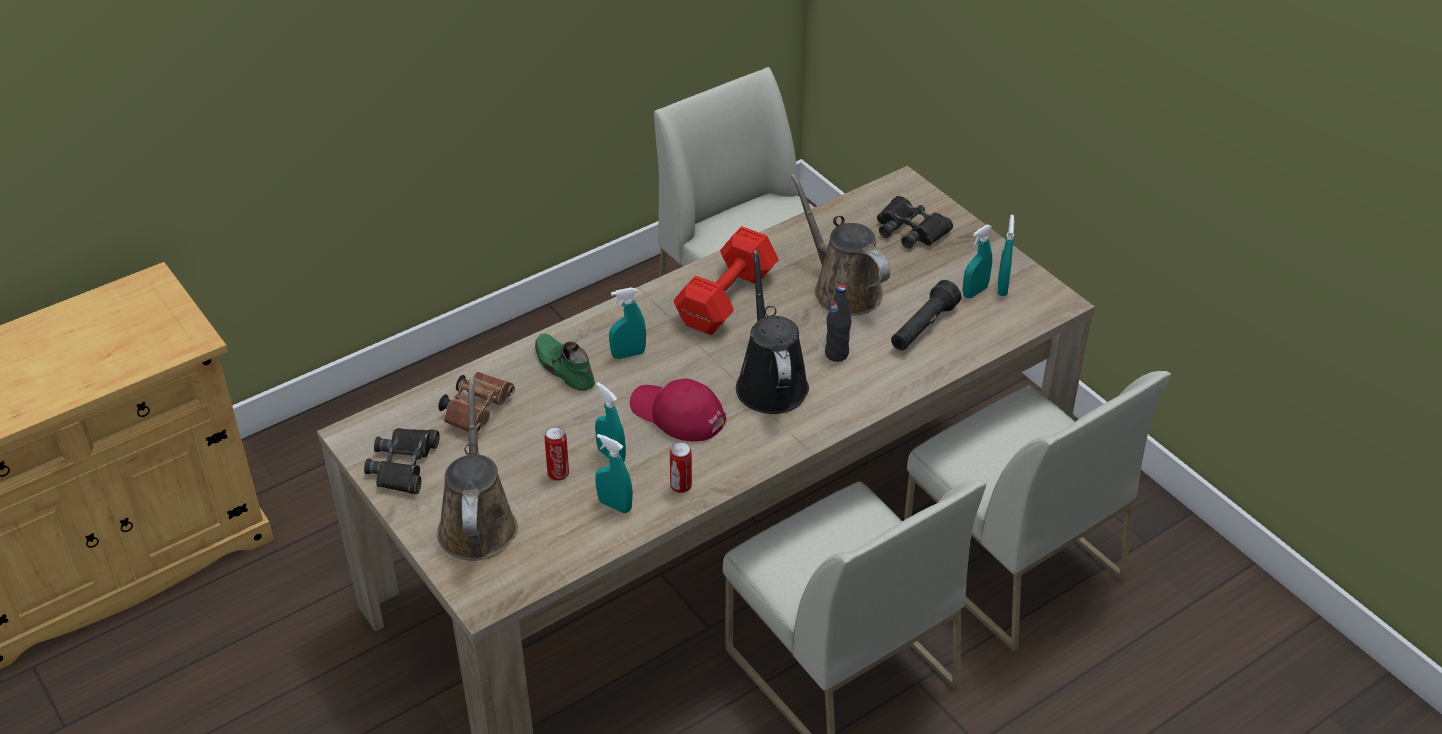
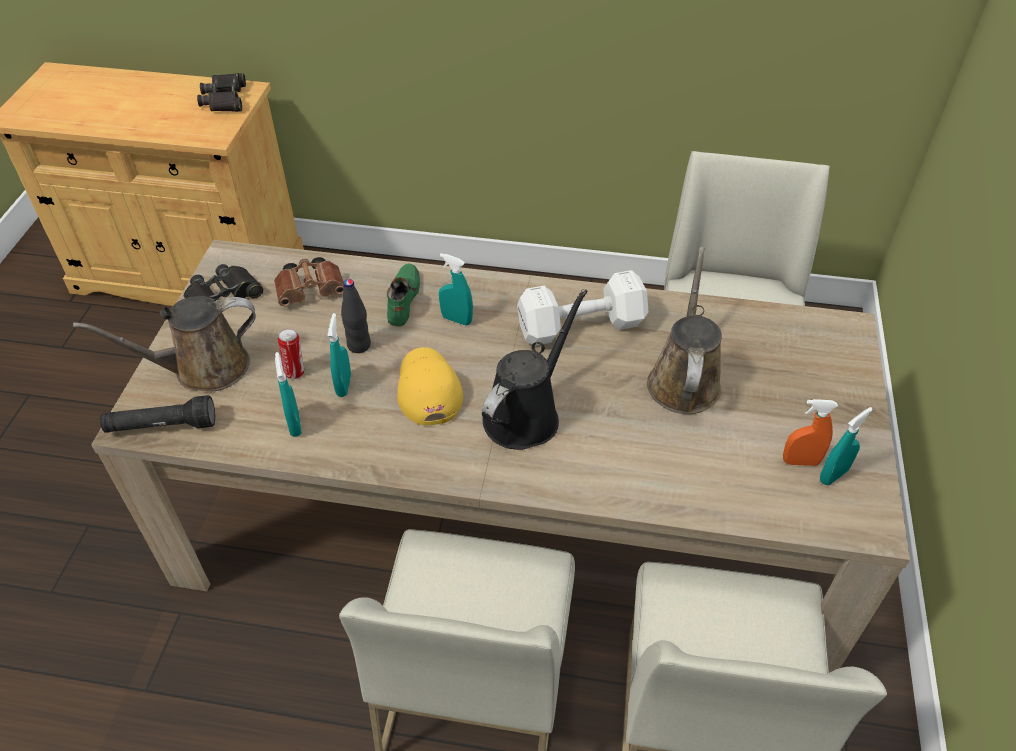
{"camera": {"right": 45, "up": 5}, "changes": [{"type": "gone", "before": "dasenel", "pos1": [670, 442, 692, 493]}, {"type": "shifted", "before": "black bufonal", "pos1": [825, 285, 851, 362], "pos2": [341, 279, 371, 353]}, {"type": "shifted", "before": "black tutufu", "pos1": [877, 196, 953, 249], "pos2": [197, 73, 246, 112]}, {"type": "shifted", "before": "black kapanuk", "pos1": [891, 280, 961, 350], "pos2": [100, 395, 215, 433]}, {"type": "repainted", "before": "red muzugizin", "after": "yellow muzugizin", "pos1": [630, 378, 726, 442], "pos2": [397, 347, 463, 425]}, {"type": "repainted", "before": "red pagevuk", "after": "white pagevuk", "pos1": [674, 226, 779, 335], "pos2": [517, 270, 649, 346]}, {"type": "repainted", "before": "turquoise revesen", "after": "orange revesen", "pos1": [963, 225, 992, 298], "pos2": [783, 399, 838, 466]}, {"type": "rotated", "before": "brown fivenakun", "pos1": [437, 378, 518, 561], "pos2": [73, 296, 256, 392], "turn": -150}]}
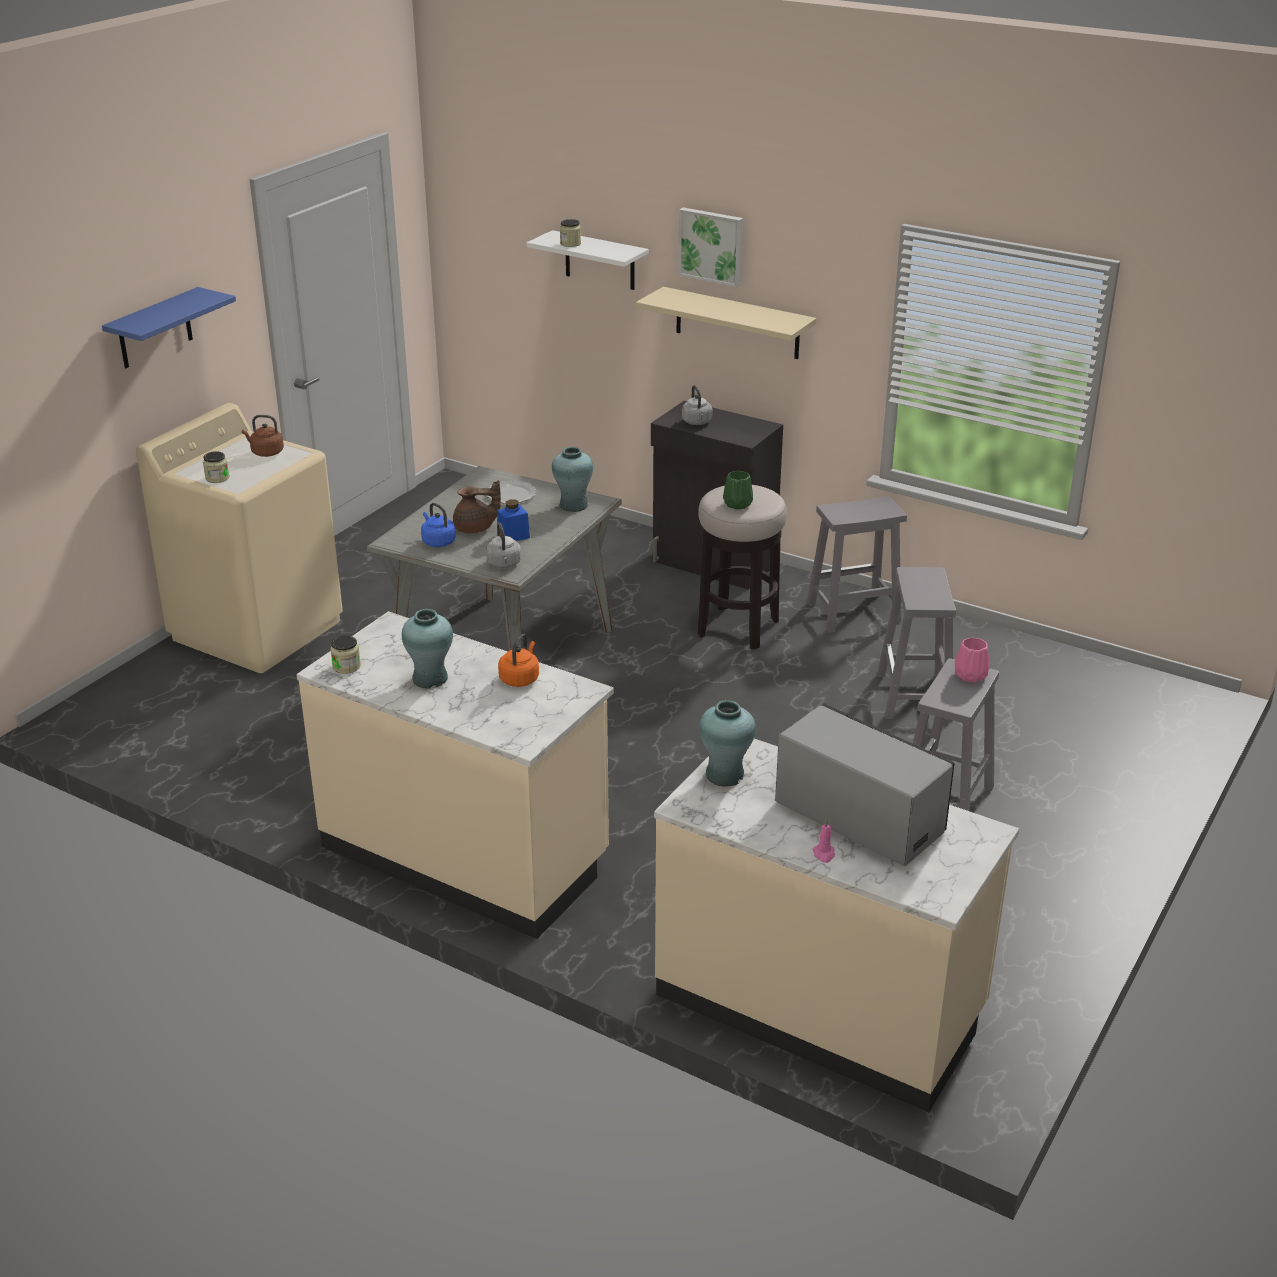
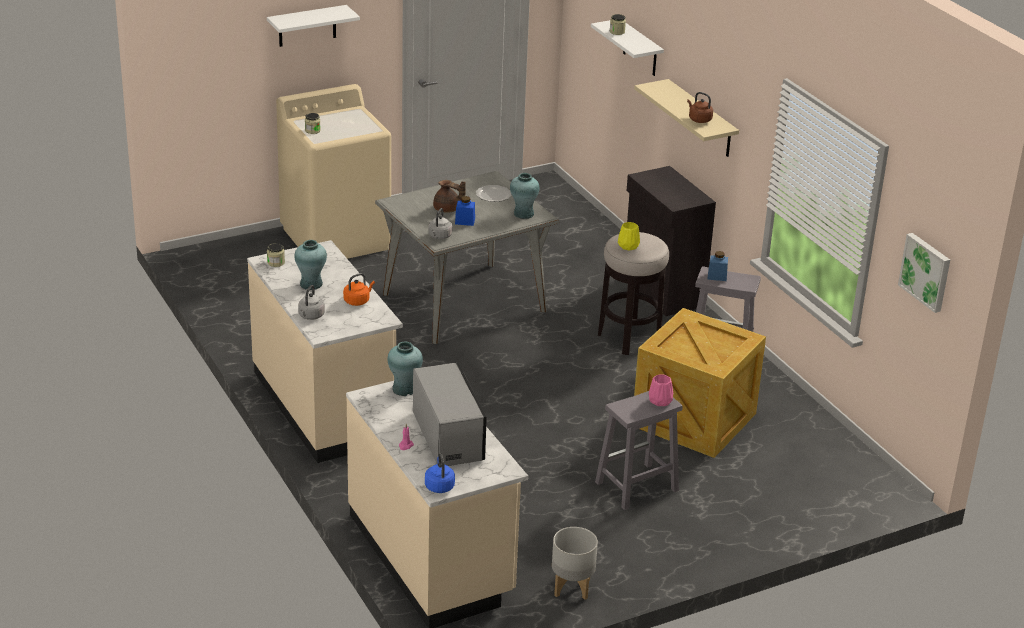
{"camera": {"right": 30, "up": 0}, "changes": [{"type": "new", "after": "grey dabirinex", "pos2": [552, 527, 598, 600]}, {"type": "new", "after": "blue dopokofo", "pos2": [708, 251, 728, 281]}, {"type": "shifted", "before": "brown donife", "pos1": [242, 415, 284, 457], "pos2": [687, 92, 713, 123]}, {"type": "shifted", "before": "blue donife", "pos1": [421, 503, 456, 547], "pos2": [425, 453, 455, 493]}, {"type": "shifted", "before": "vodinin", "pos1": [678, 207, 743, 287], "pos2": [898, 233, 950, 313]}, {"type": "shifted", "before": "grey donife", "pos1": [682, 385, 712, 425], "pos2": [298, 285, 325, 320]}, {"type": "swapped", "before": "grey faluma", "after": "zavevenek", "pos1": [877, 567, 956, 720], "pos2": [634, 308, 766, 458]}, {"type": "repainted", "before": "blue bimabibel", "after": "white bimabibel", "pos1": [102, 287, 236, 368], "pos2": [267, 5, 360, 47]}, {"type": "repainted", "before": "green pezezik", "after": "yellow pezezik", "pos1": [723, 471, 753, 509], "pos2": [618, 222, 640, 251]}]}
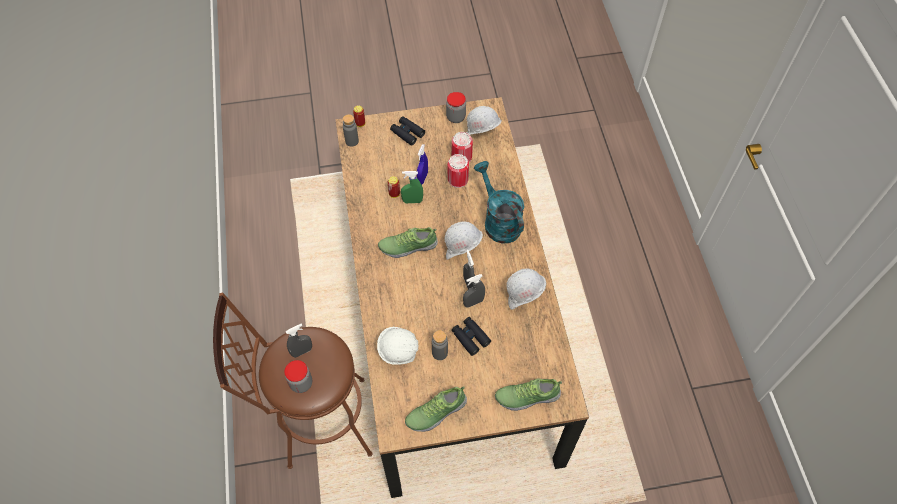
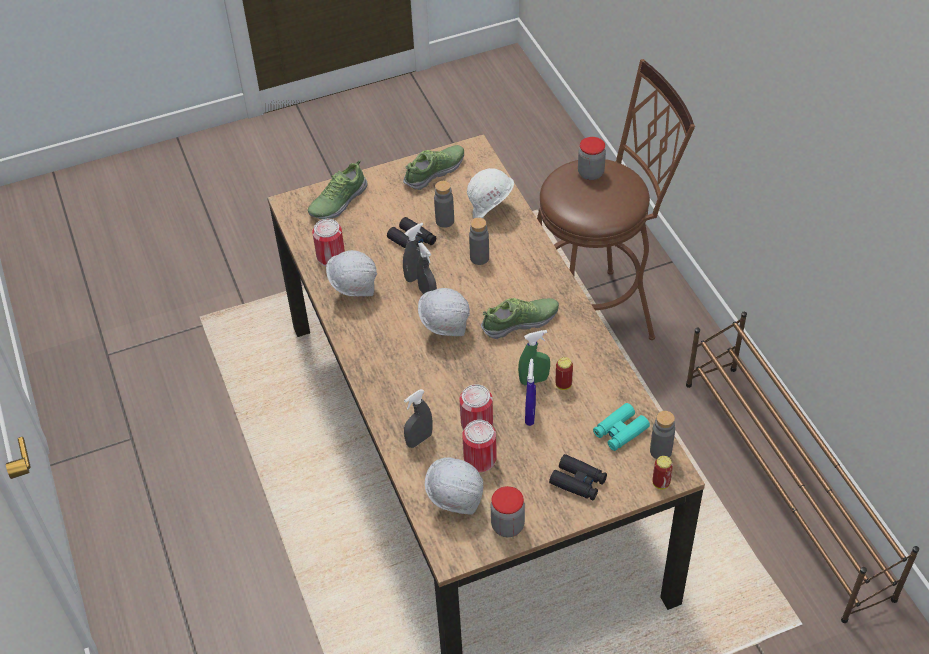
{"camera": {"right": 170, "up": -10}, "changes": [{"type": "gone", "before": "turquoise fivenakun", "pos1": [474, 161, 524, 244]}, {"type": "new", "after": "dasenel", "pos2": [312, 219, 345, 266]}, {"type": "new", "after": "grey bufonal", "pos2": [469, 217, 489, 265]}, {"type": "new", "after": "turquoise tutufu", "pos2": [593, 403, 650, 451]}, {"type": "new", "after": "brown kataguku", "pos2": [686, 312, 919, 623]}, {"type": "shifted", "before": "grey revesen", "pos1": [286, 323, 312, 358], "pos2": [404, 389, 432, 448]}, {"type": "rotated", "before": "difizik", "pos1": [495, 378, 562, 411], "pos2": [308, 160, 367, 219], "turn": 150}]}
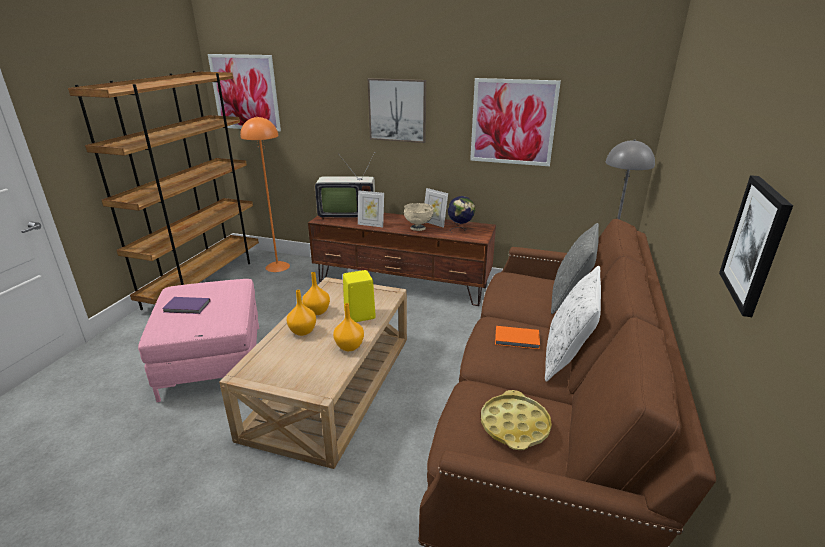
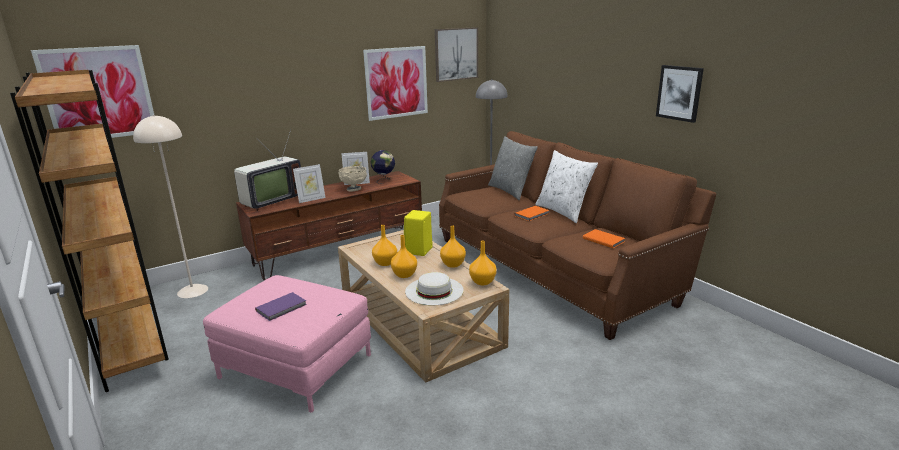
{"camera": {"right": -50, "up": -5}, "changes": [{"type": "new", "after": "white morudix", "pos2": [405, 272, 464, 306]}, {"type": "new", "after": "orange pezezik", "pos2": [469, 241, 497, 285]}, {"type": "shifted", "before": "vodinin", "pos1": [368, 78, 426, 143], "pos2": [435, 27, 478, 82]}, {"type": "swapped", "before": "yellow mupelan", "after": "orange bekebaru", "pos1": [481, 390, 552, 450], "pos2": [583, 229, 625, 248]}, {"type": "repainted", "before": "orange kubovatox", "after": "beige kubovatox", "pos1": [240, 116, 290, 272], "pos2": [133, 115, 208, 298]}]}
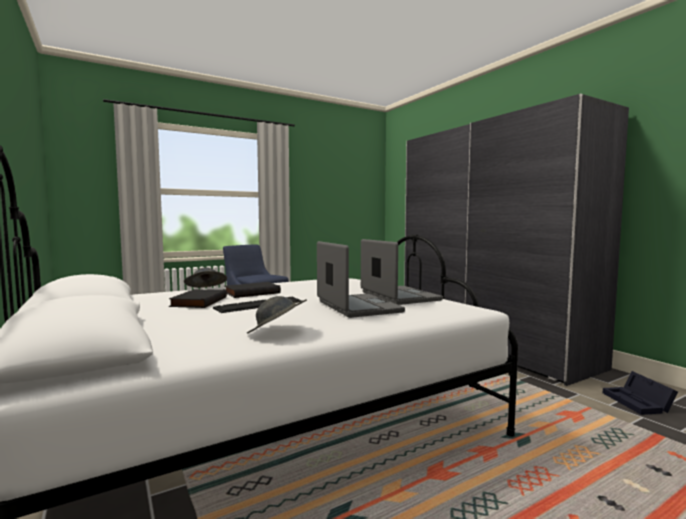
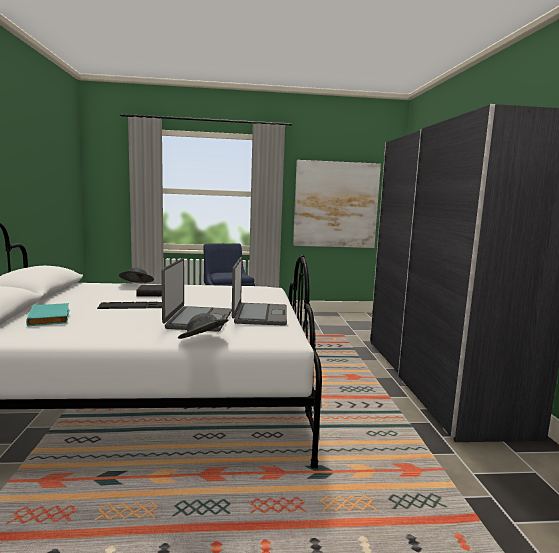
{"camera": {"right": 25, "up": 5}, "changes": [{"type": "gone", "before": "black bekebaru", "pos1": [169, 289, 227, 308]}, {"type": "gone", "before": "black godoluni", "pos1": [603, 371, 678, 415]}, {"type": "new", "after": "turquoise bekebaru", "pos2": [26, 303, 69, 327]}, {"type": "new", "after": "vodinin", "pos2": [293, 160, 381, 248]}, {"type": "shifted", "before": "grey morudix", "pos1": [247, 296, 307, 334], "pos2": [178, 313, 229, 339]}]}
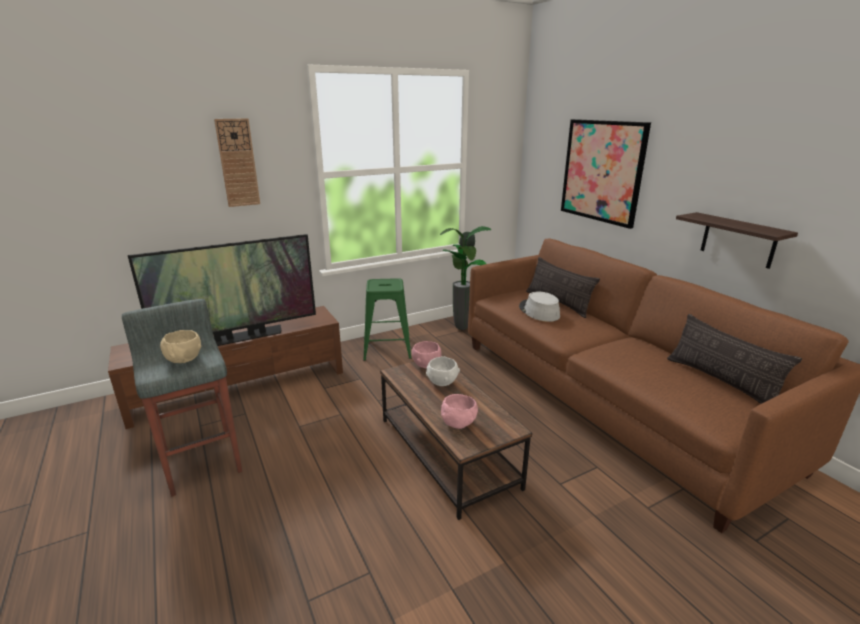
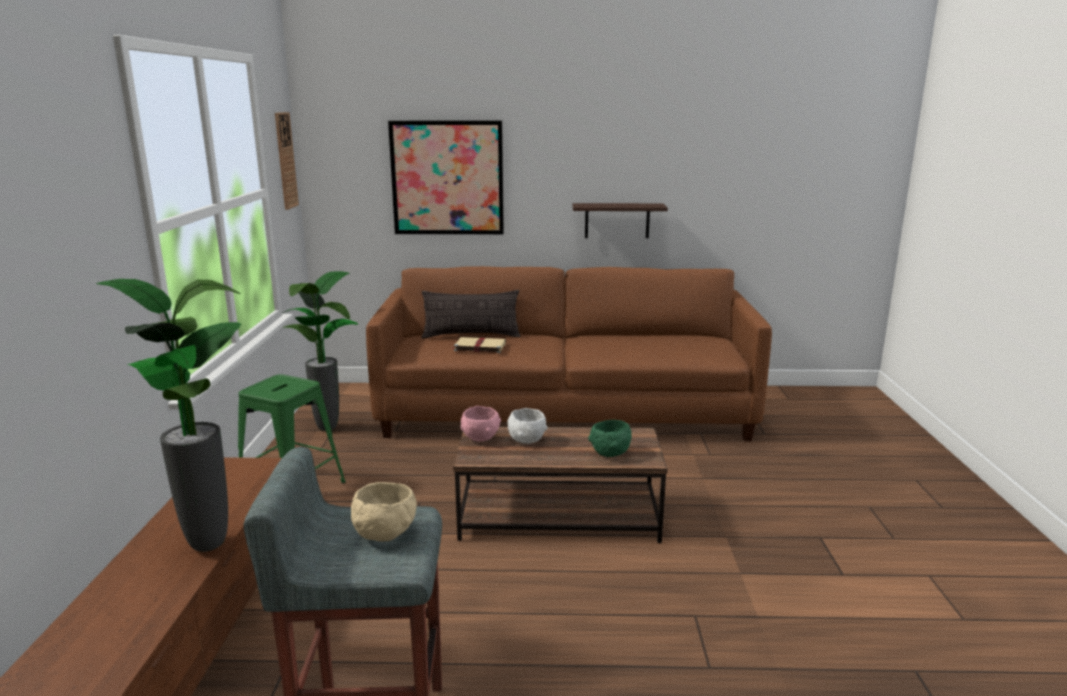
{"camera": {"right": -60, "up": -5}, "changes": [{"type": "gone", "before": "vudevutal", "pos1": [667, 314, 802, 404]}, {"type": "shifted", "before": "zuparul", "pos1": [214, 118, 260, 207], "pos2": [275, 112, 299, 210]}, {"type": "swapped", "before": "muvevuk", "after": "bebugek", "pos1": [128, 234, 316, 346], "pos2": [96, 279, 241, 552]}, {"type": "swapped", "before": "grey morudix", "after": "beige bekebaru", "pos1": [519, 291, 560, 322], "pos2": [452, 337, 506, 353]}, {"type": "repainted", "before": "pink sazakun", "after": "green sazakun", "pos1": [441, 394, 478, 429], "pos2": [588, 420, 632, 457]}]}
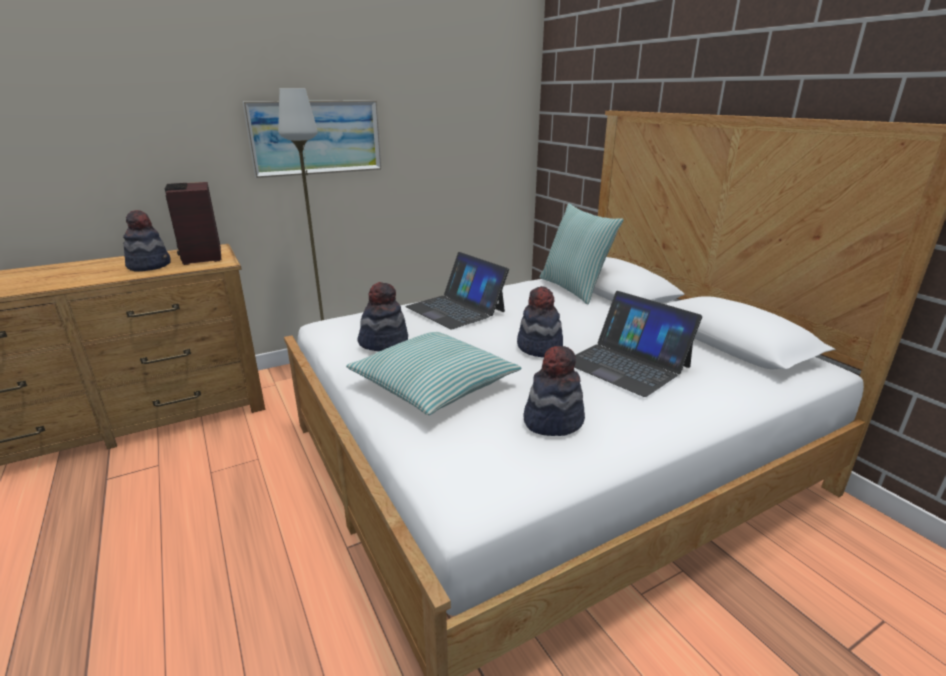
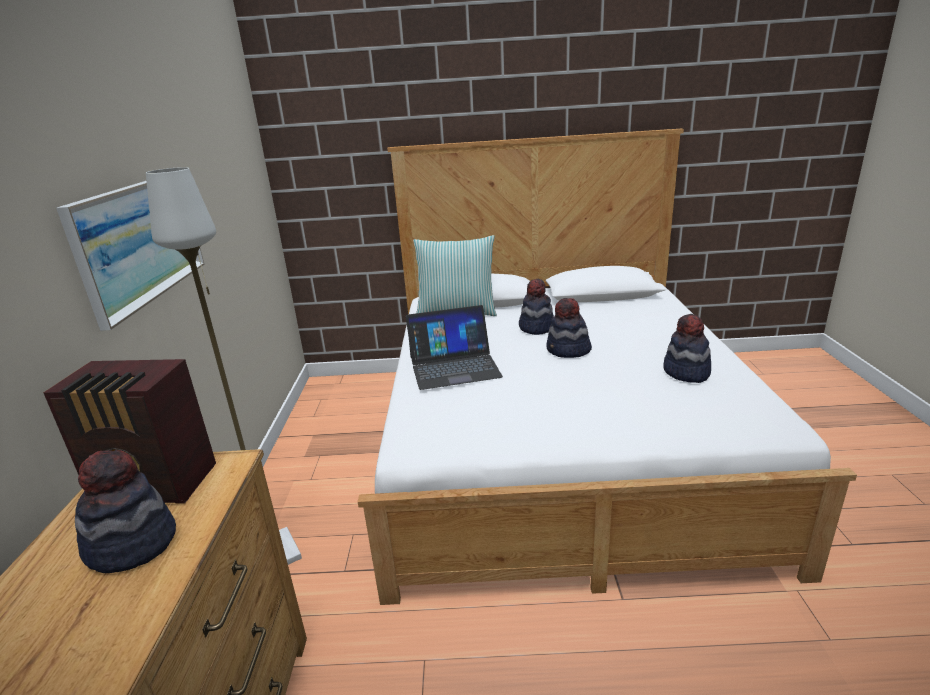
{"camera": {"right": -60, "up": 0}, "changes": [{"type": "gone", "before": "vudevutal", "pos1": [346, 332, 522, 415]}, {"type": "gone", "before": "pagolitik", "pos1": [574, 291, 702, 397]}, {"type": "shifted", "before": "morudix", "pos1": [357, 282, 408, 352], "pos2": [519, 279, 554, 335]}]}
